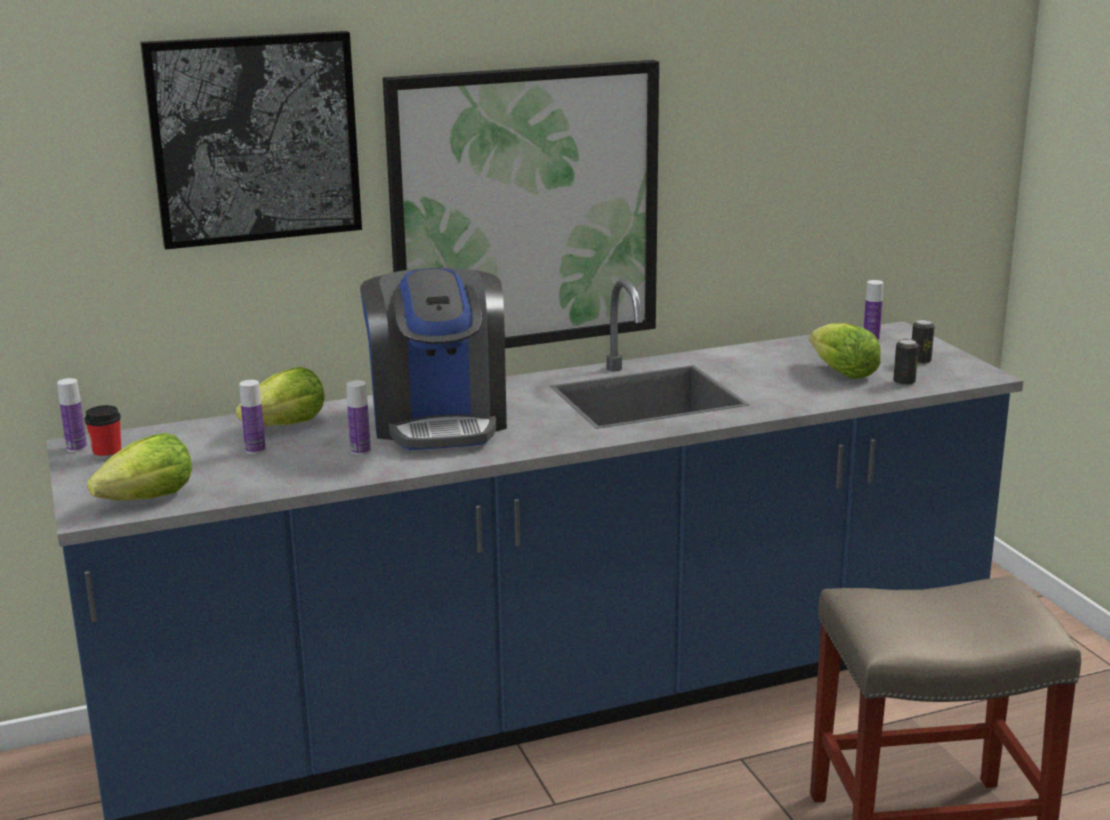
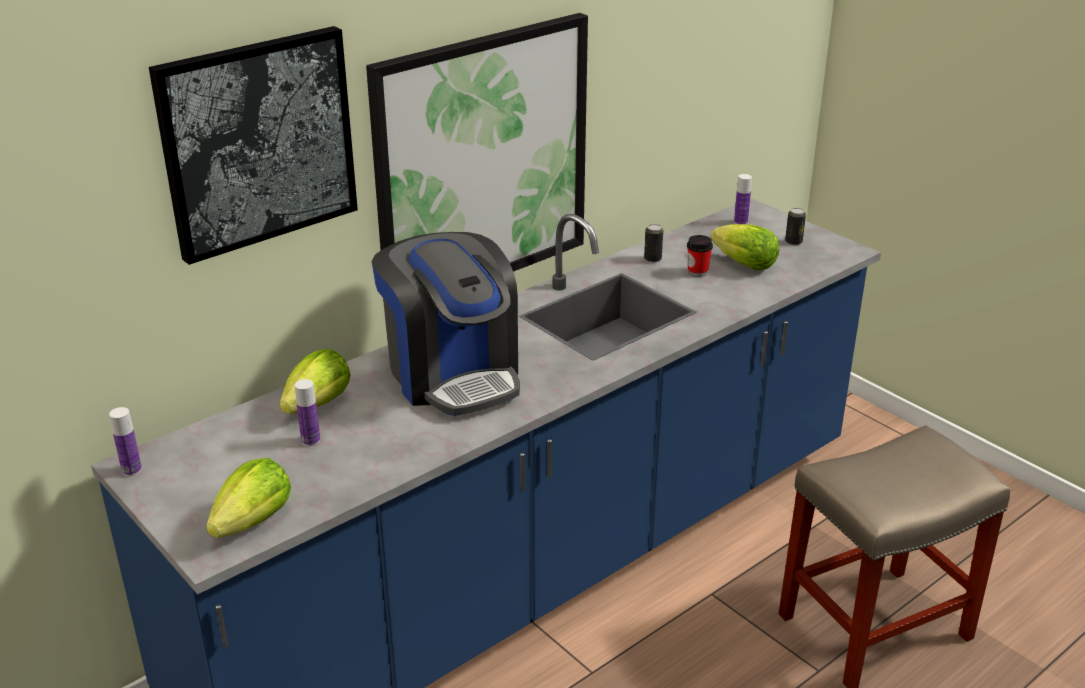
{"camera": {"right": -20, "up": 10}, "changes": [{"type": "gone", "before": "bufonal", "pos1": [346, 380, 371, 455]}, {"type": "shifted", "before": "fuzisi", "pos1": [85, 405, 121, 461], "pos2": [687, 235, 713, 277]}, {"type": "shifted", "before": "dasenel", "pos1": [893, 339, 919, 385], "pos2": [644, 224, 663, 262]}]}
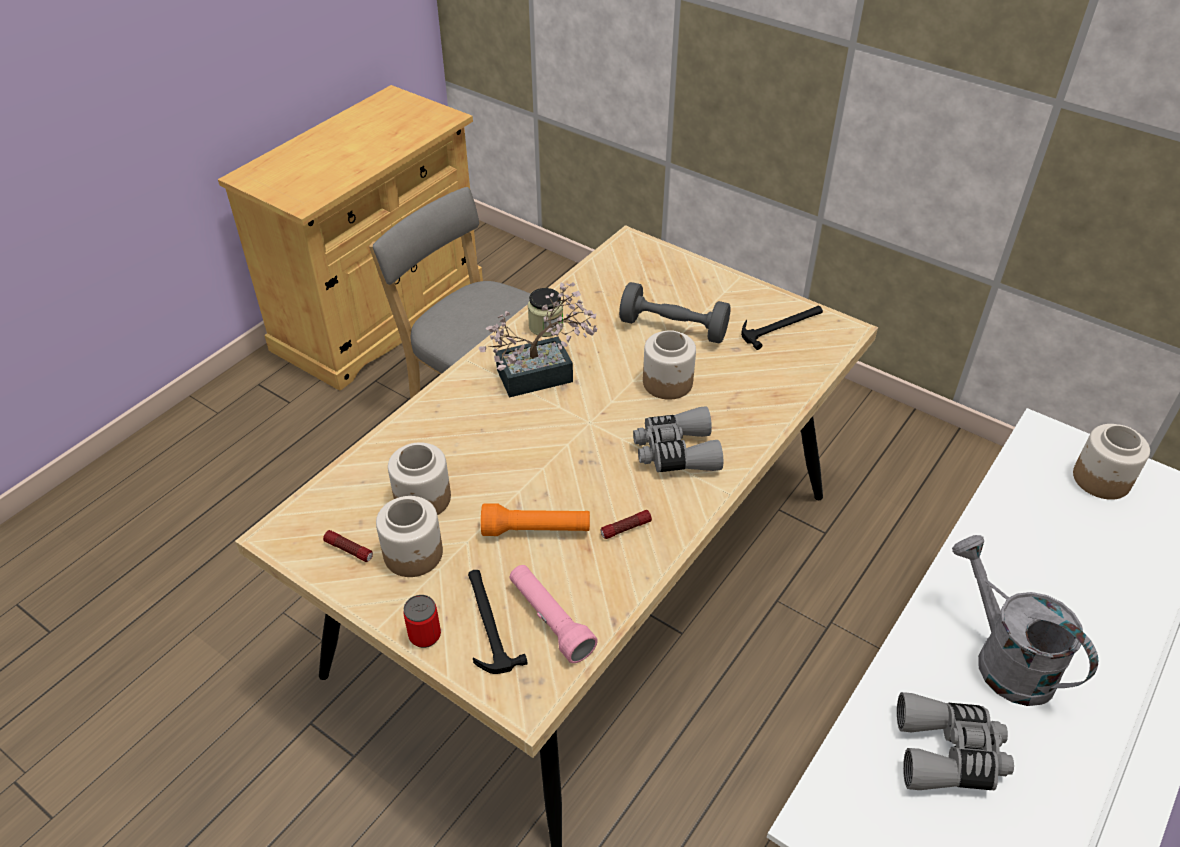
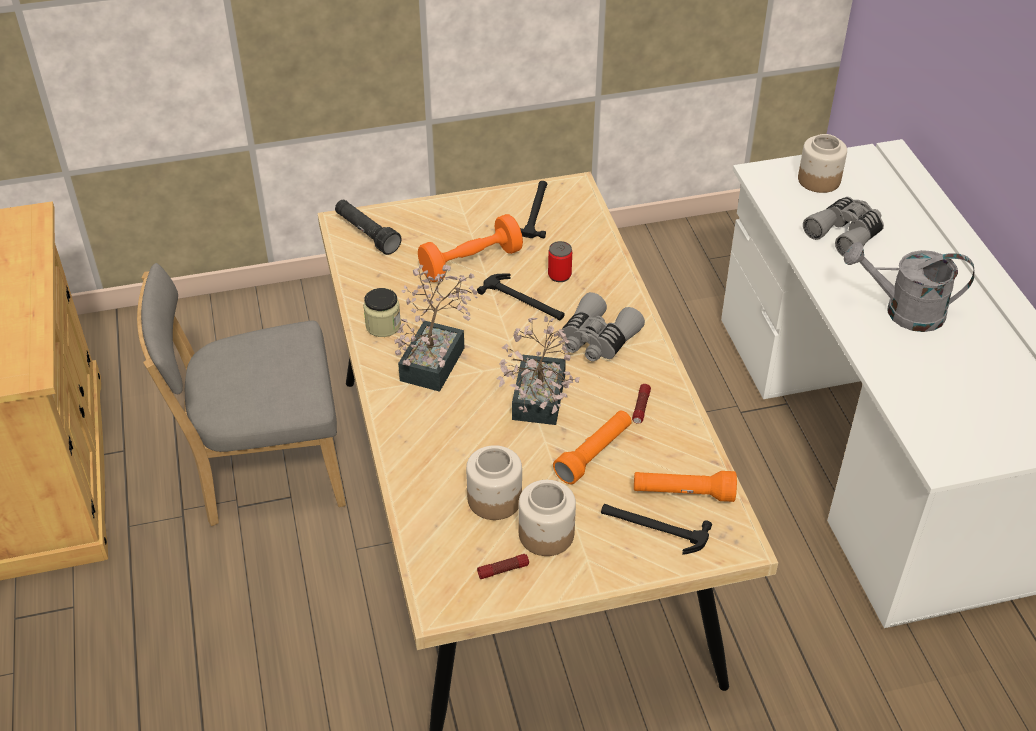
{"camera": {"right": -50, "up": 0}, "changes": [{"type": "new", "after": "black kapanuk", "pos2": [335, 200, 401, 255]}, {"type": "new", "after": "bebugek", "pos2": [497, 315, 580, 425]}, {"type": "shifted", "before": "dasenel", "pos1": [403, 595, 441, 648], "pos2": [548, 241, 572, 282]}, {"type": "shifted", "before": "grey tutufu", "pos1": [897, 692, 1014, 790], "pos2": [803, 197, 884, 257]}, {"type": "swapped", "before": "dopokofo", "after": "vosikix", "pos1": [643, 330, 696, 400], "pos2": [477, 274, 565, 320]}, {"type": "repainted", "before": "pink kapanuk", "after": "orange kapanuk", "pos1": [510, 565, 598, 663], "pos2": [634, 471, 737, 502]}, {"type": "repainted", "before": "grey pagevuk", "after": "orange pagevuk", "pos1": [619, 282, 731, 344], "pos2": [418, 214, 523, 282]}]}
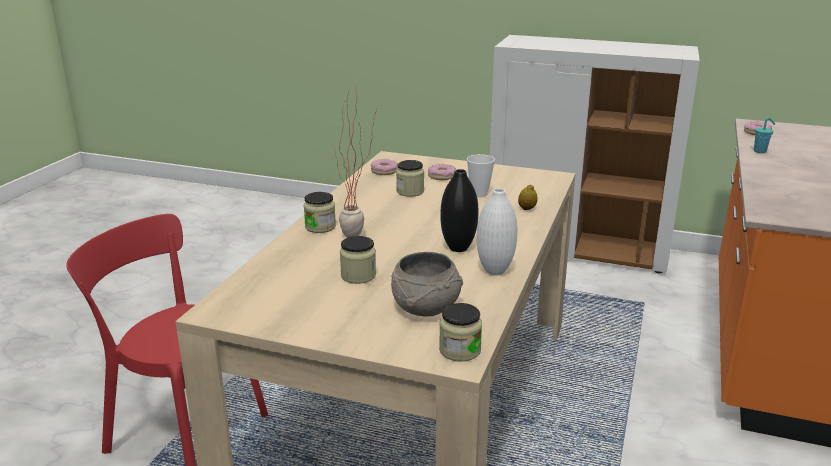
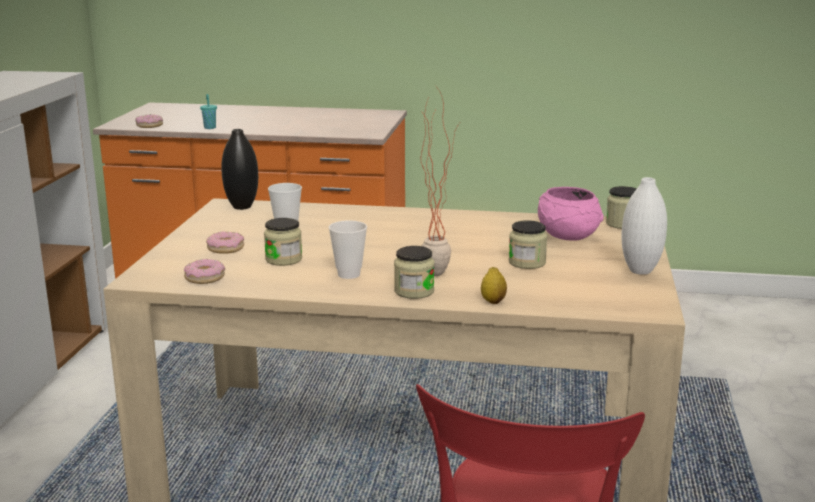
{"camera": {"right": -100, "up": -5}, "changes": [{"type": "new", "after": "fuzisi", "pos2": [329, 220, 367, 279]}, {"type": "shifted", "before": "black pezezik", "pos1": [440, 169, 478, 252], "pos2": [221, 129, 258, 210]}, {"type": "shifted", "before": "white pezezik", "pos1": [477, 188, 517, 275], "pos2": [622, 177, 667, 275]}, {"type": "shifted", "before": "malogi", "pos1": [518, 184, 538, 210], "pos2": [481, 267, 507, 304]}, {"type": "repainted", "before": "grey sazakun", "after": "pink sazakun", "pos1": [391, 252, 463, 316], "pos2": [538, 187, 603, 241]}]}
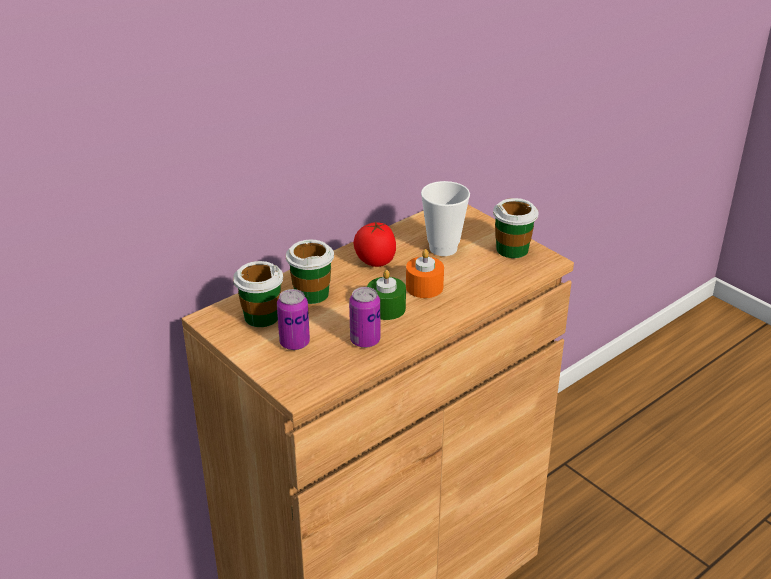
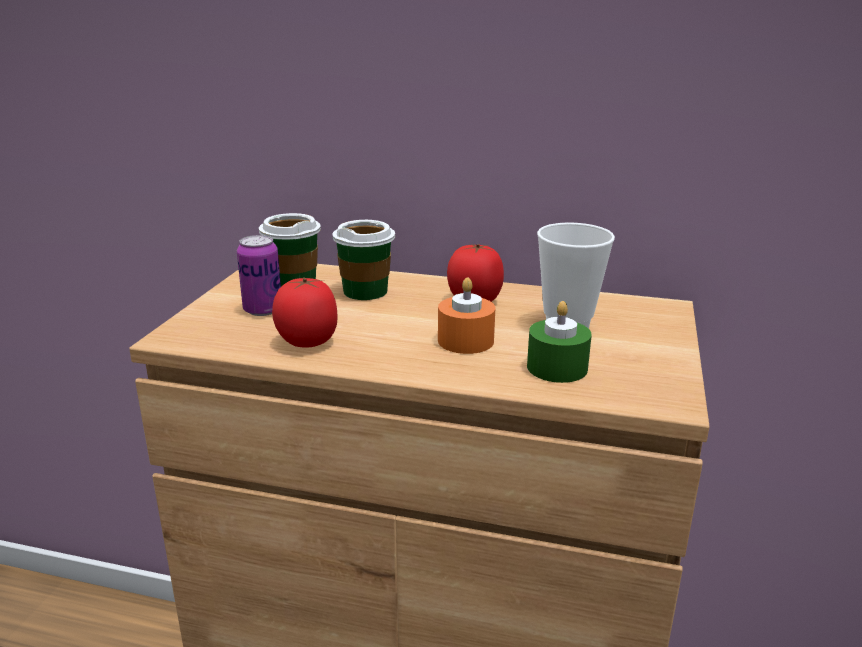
{"camera": {"right": 55, "up": -10}, "changes": [{"type": "gone", "before": "fuzisi", "pos1": [493, 198, 539, 258]}, {"type": "shifted", "before": "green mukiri", "pos1": [367, 270, 406, 320], "pos2": [527, 301, 592, 383]}, {"type": "swapped", "before": "dasenel", "after": "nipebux", "pos1": [349, 287, 380, 348], "pos2": [272, 277, 338, 347]}]}
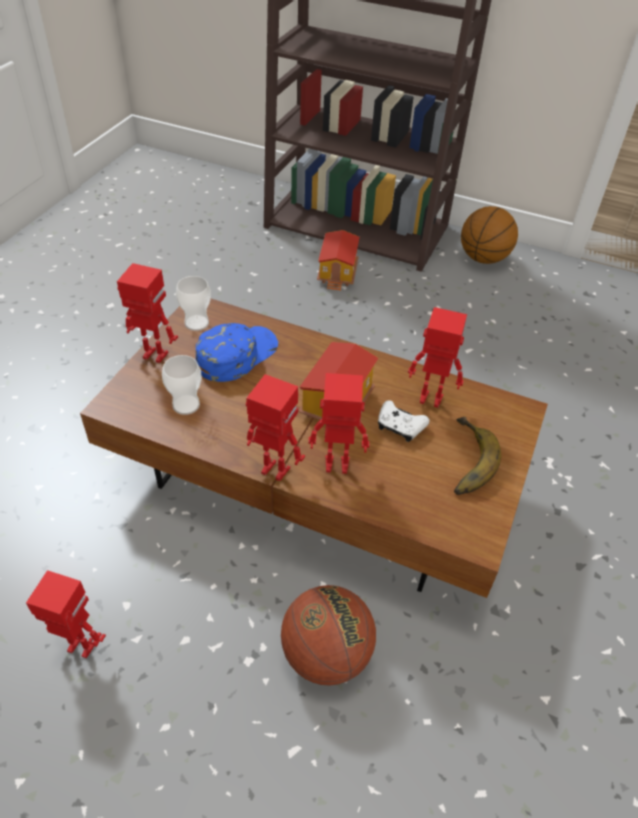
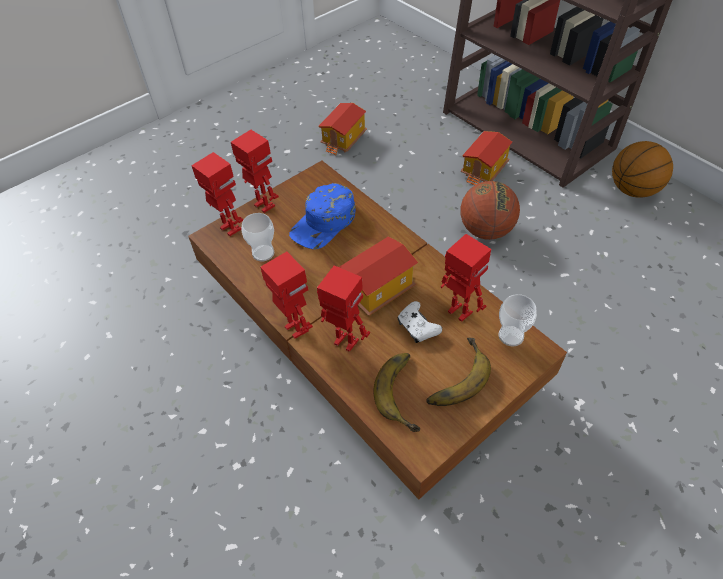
{"camera": {"right": 30, "up": 5}, "changes": [{"type": "new", "after": "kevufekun", "pos2": [318, 103, 367, 155]}, {"type": "new", "after": "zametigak", "pos2": [373, 353, 420, 432]}, {"type": "shifted", "before": "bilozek", "pos1": [26, 570, 106, 658], "pos2": [191, 152, 244, 236]}, {"type": "shifted", "before": "fuzisi", "pos1": [176, 276, 211, 331], "pos2": [499, 294, 537, 346]}, {"type": "shifted", "before": "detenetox", "pos1": [281, 585, 376, 686], "pos2": [461, 181, 520, 240]}, {"type": "rotated", "before": "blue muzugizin", "pos1": [196, 323, 278, 382], "pos2": [289, 183, 355, 249], "turn": 150}]}
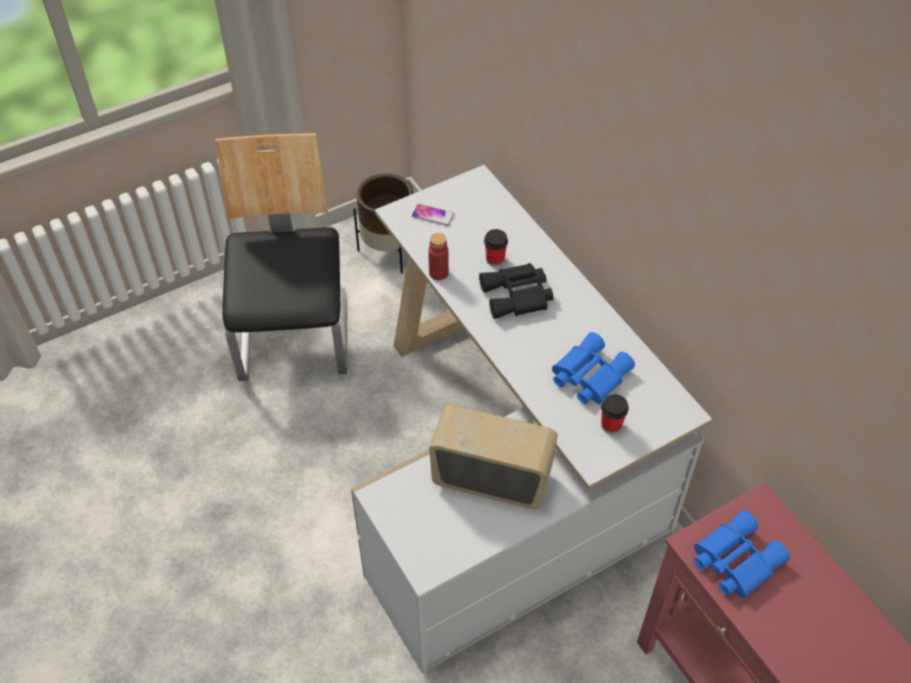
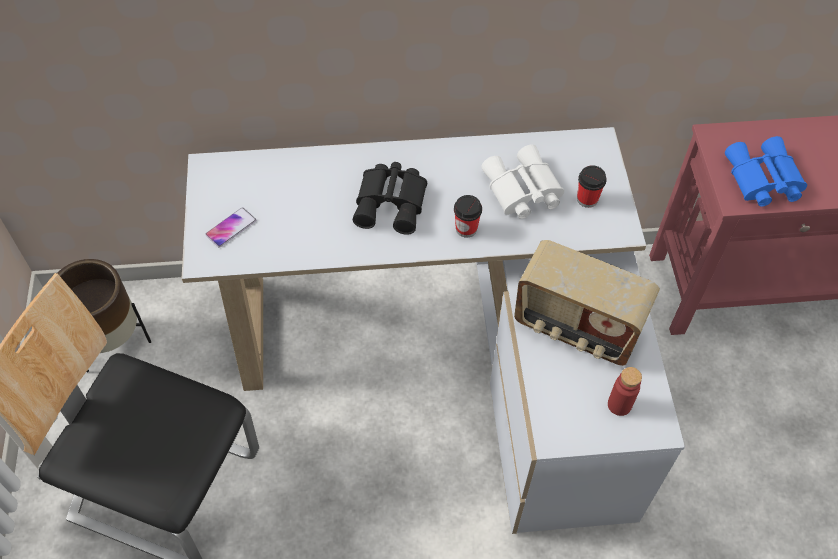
{"camera": {"right": -65, "up": 5}, "changes": [{"type": "shifted", "before": "red bufonal", "pos1": [428, 233, 449, 280], "pos2": [608, 367, 642, 416]}, {"type": "shifted", "before": "fuzisi", "pos1": [484, 229, 508, 266], "pos2": [454, 195, 482, 238]}, {"type": "repainted", "before": "blue tutufu", "after": "white tutufu", "pos1": [552, 332, 635, 404], "pos2": [481, 145, 564, 219]}, {"type": "rotated", "before": "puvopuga", "pos1": [429, 405, 558, 510], "pos2": [514, 240, 660, 366], "turn": -105}]}
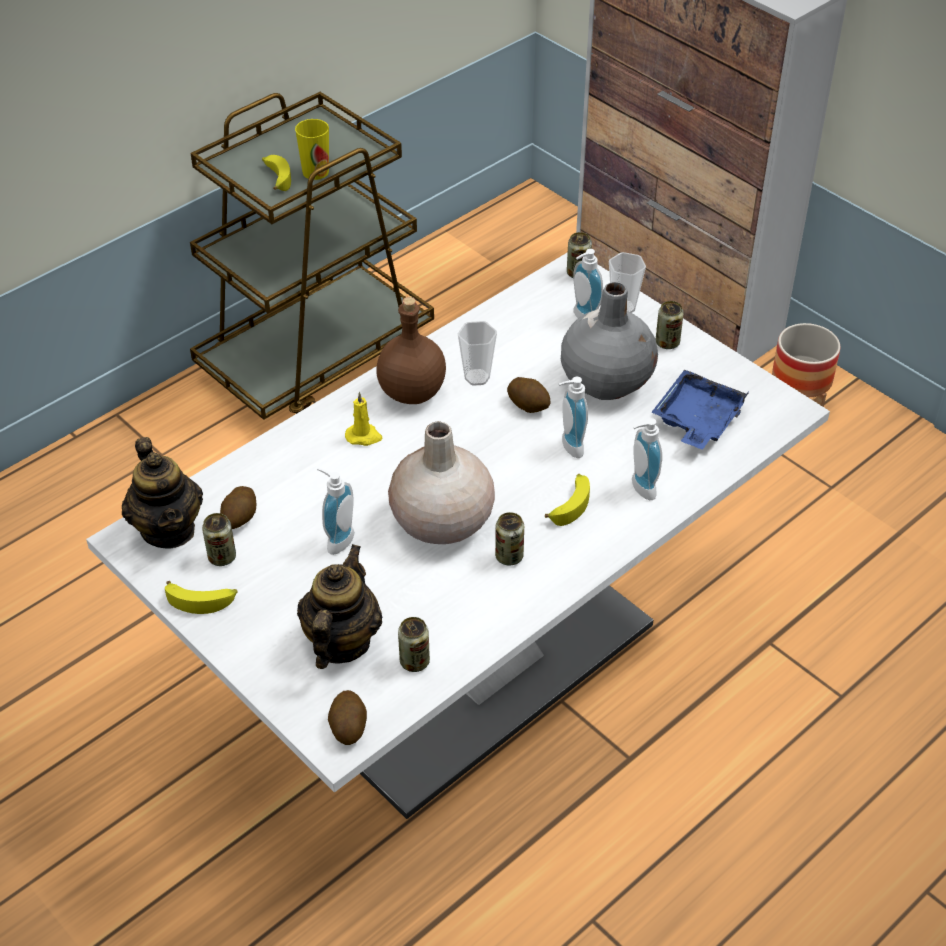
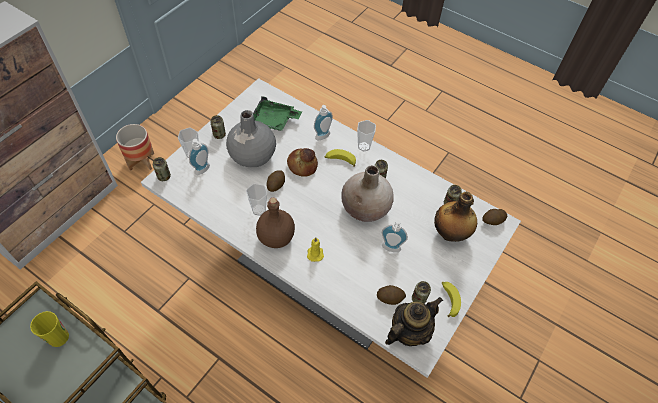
{"camera": {"right": -105, "up": 10}, "changes": [{"type": "gone", "before": "zametigak", "pos1": [262, 155, 291, 191]}, {"type": "new", "after": "fuzisi", "pos2": [357, 120, 376, 151]}, {"type": "swapped", "before": "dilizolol", "after": "bufonal", "pos1": [297, 544, 383, 669], "pos2": [434, 192, 477, 242]}, {"type": "swapped", "before": "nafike", "after": "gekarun", "pos1": [559, 377, 588, 458], "pos2": [287, 148, 318, 177]}, {"type": "repainted", "before": "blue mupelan", "after": "green mupelan", "pos1": [651, 369, 749, 449], "pos2": [253, 96, 302, 131]}]}
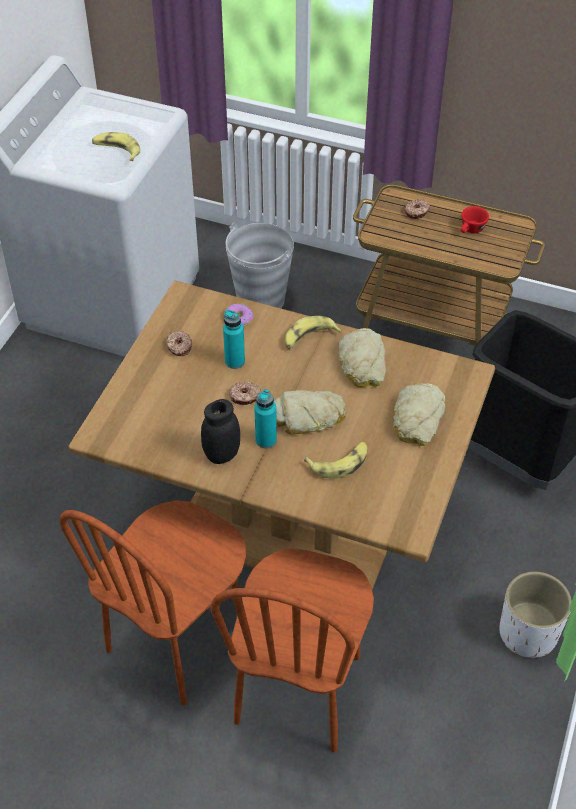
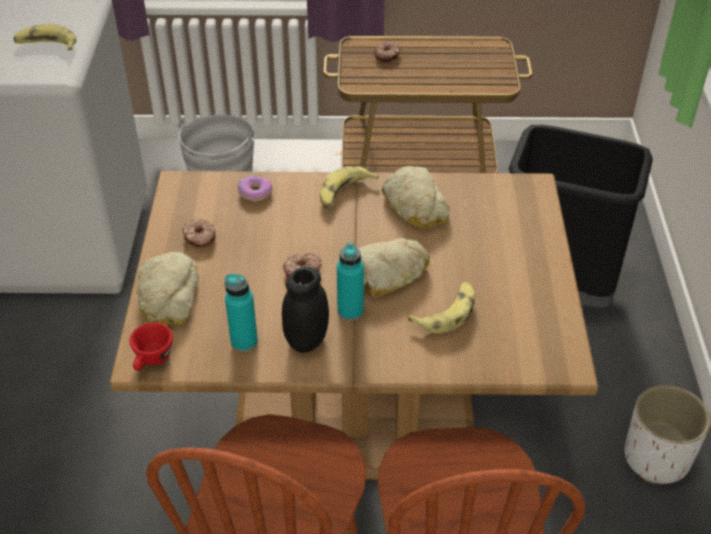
{"camera": {"right": -20, "up": -5}, "changes": [{"type": "shifted", "before": "turquoise bufonal", "pos1": [223, 310, 245, 369], "pos2": [225, 274, 258, 352]}, {"type": "shifted", "before": "gekarun", "pos1": [393, 383, 445, 446], "pos2": [136, 252, 199, 325]}, {"type": "shifted", "before": "red fuzisi", "pos1": [461, 206, 489, 233], "pos2": [129, 322, 173, 371]}]}
